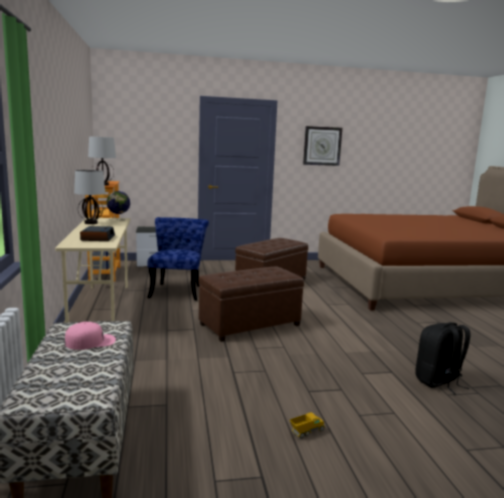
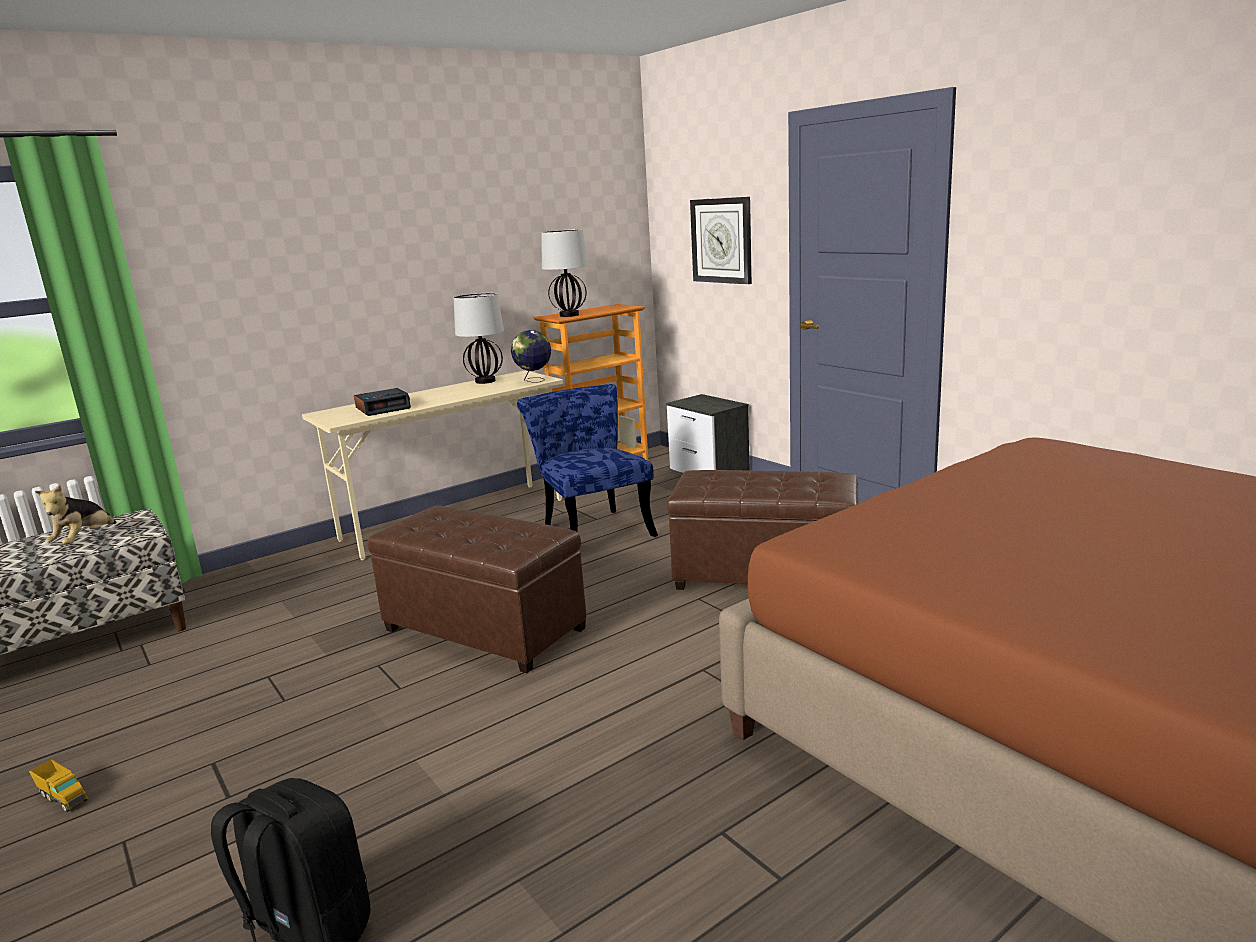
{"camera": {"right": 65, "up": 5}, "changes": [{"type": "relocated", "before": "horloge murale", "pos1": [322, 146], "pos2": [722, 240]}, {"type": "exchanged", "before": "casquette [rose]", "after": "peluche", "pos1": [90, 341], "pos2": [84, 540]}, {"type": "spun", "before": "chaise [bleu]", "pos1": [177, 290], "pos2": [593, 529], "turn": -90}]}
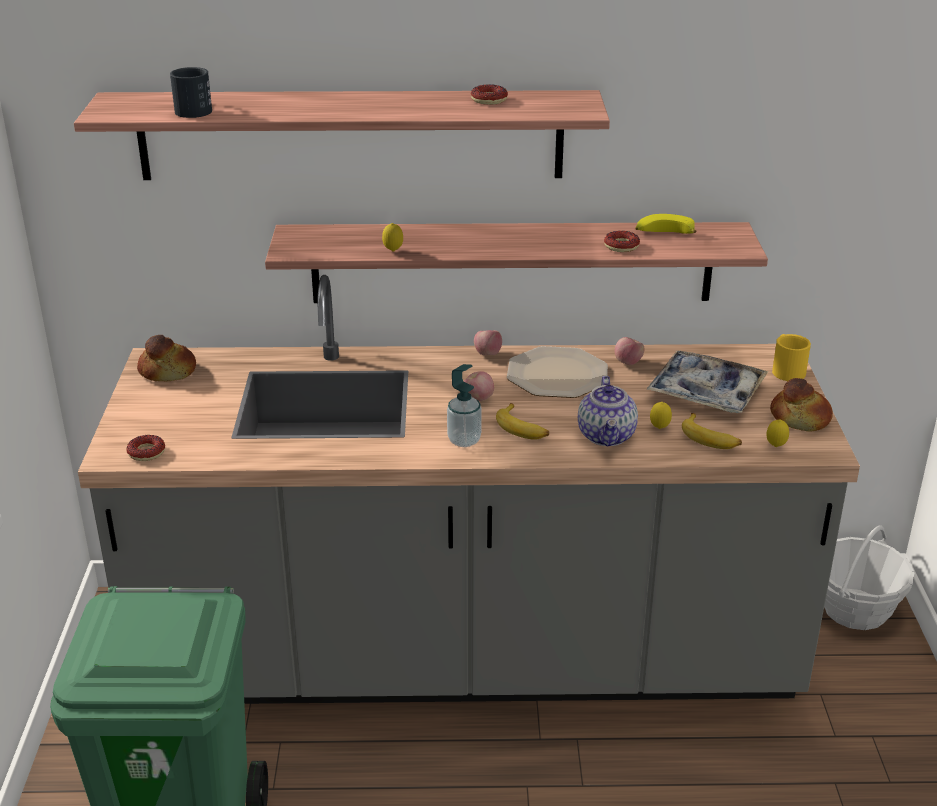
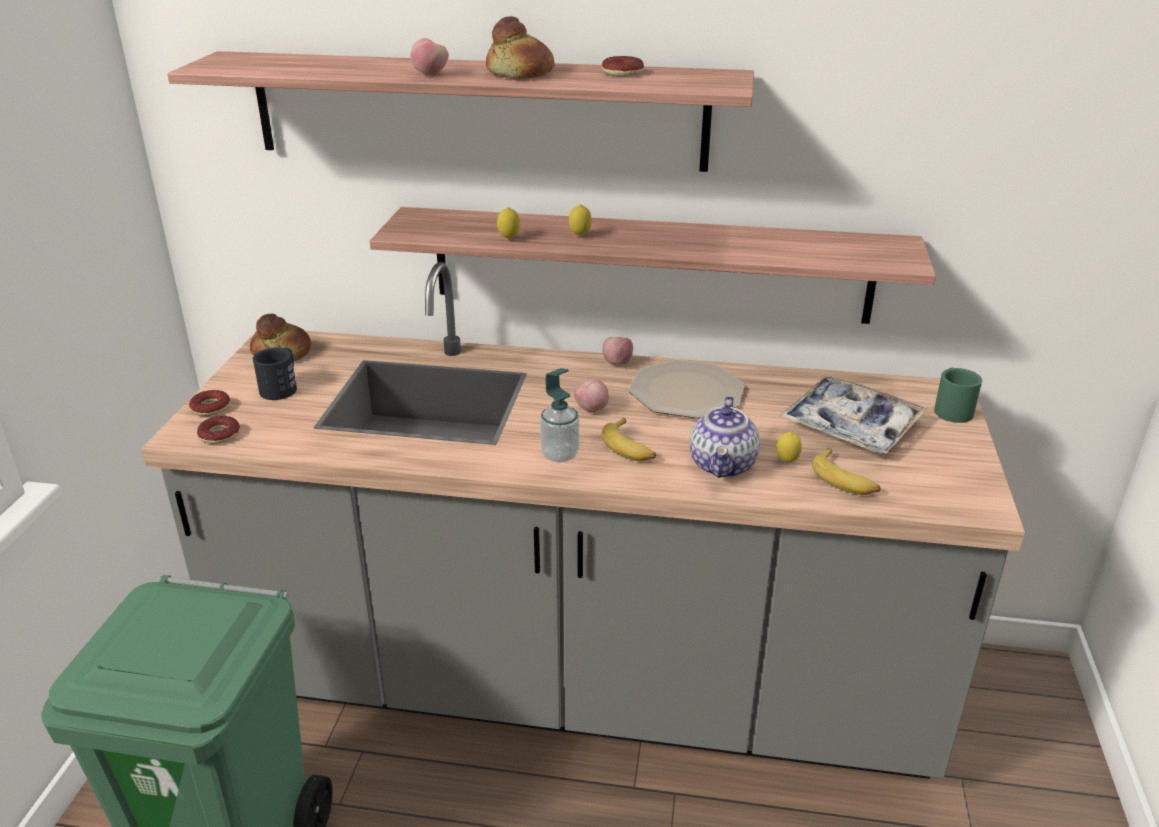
{"camera": {"right": 10, "up": 0}, "changes": [{"type": "missing", "before": "banane", "pos1": [663, 234]}, {"type": "missing", "before": "panier", "pos1": [855, 609]}, {"type": "relocated", "before": "mug [noir]", "pos1": [195, 109], "pos2": [282, 386]}, {"type": "relocated", "before": "beignet", "pos1": [621, 246], "pos2": [211, 408]}, {"type": "relocated", "before": "pomme", "pos1": [628, 363], "pos2": [430, 75]}, {"type": "relocated", "before": "citron", "pos1": [775, 446], "pos2": [580, 236]}, {"type": "relocated", "before": "pain", "pos1": [800, 418], "pos2": [520, 73]}, {"type": "colour", "before": "mug [jaune]", "after": "mug [vert]", "pos1": [786, 369], "pos2": [951, 408]}]}
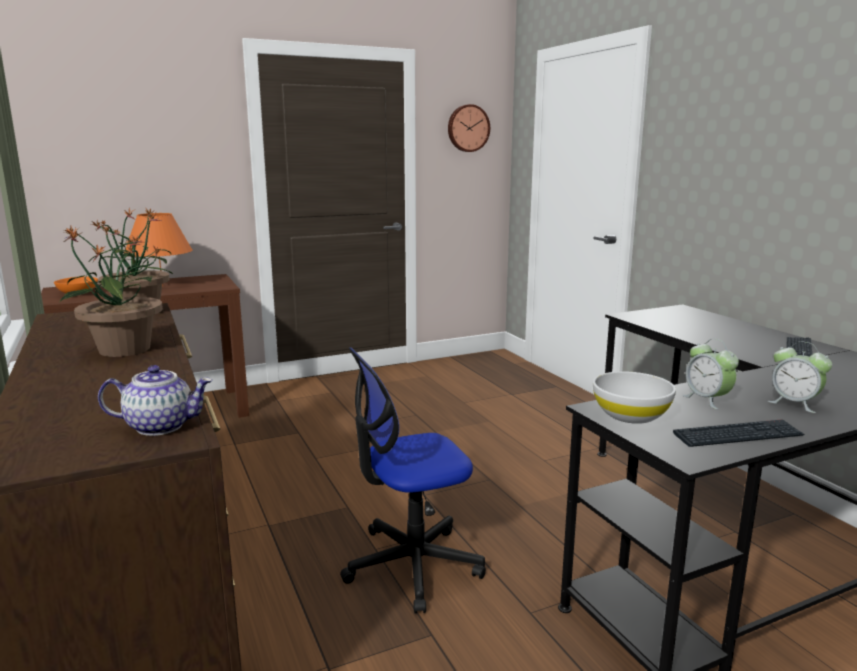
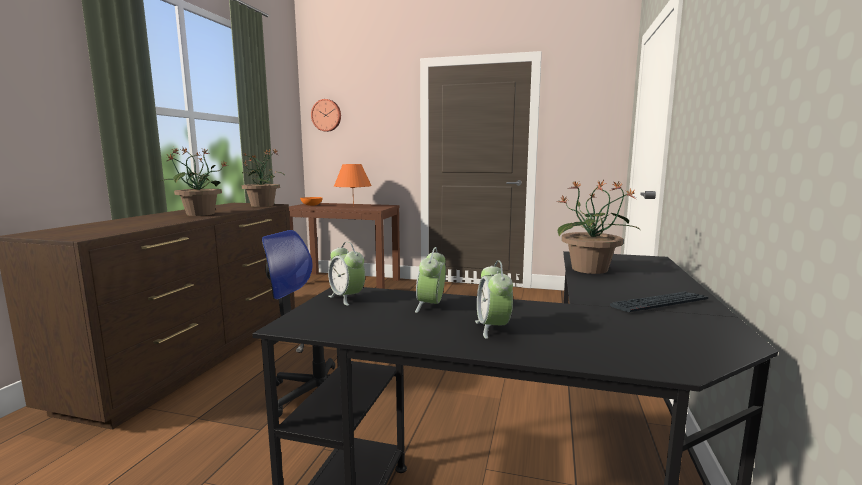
{"camera": {"right": 40, "up": -5}, "changes": [{"type": "missing", "before": "théière", "pos1": [161, 426]}, {"type": "missing", "before": "clavier", "pos1": [738, 435]}, {"type": "appeared", "after": "plante en pot", "pos2": [591, 269]}, {"type": "relocated", "before": "horloge murale", "pos1": [467, 128], "pos2": [326, 115]}, {"type": "exchanged", "before": "bol [blanc]", "after": "réveil", "pos1": [630, 415], "pos2": [347, 298]}]}
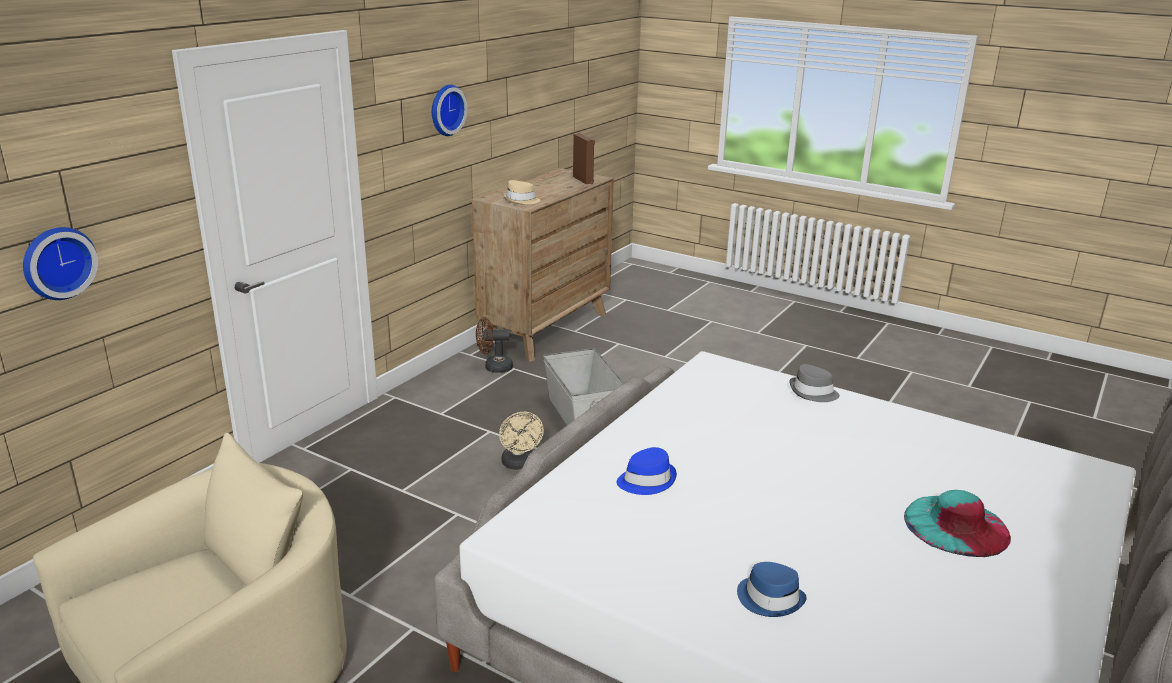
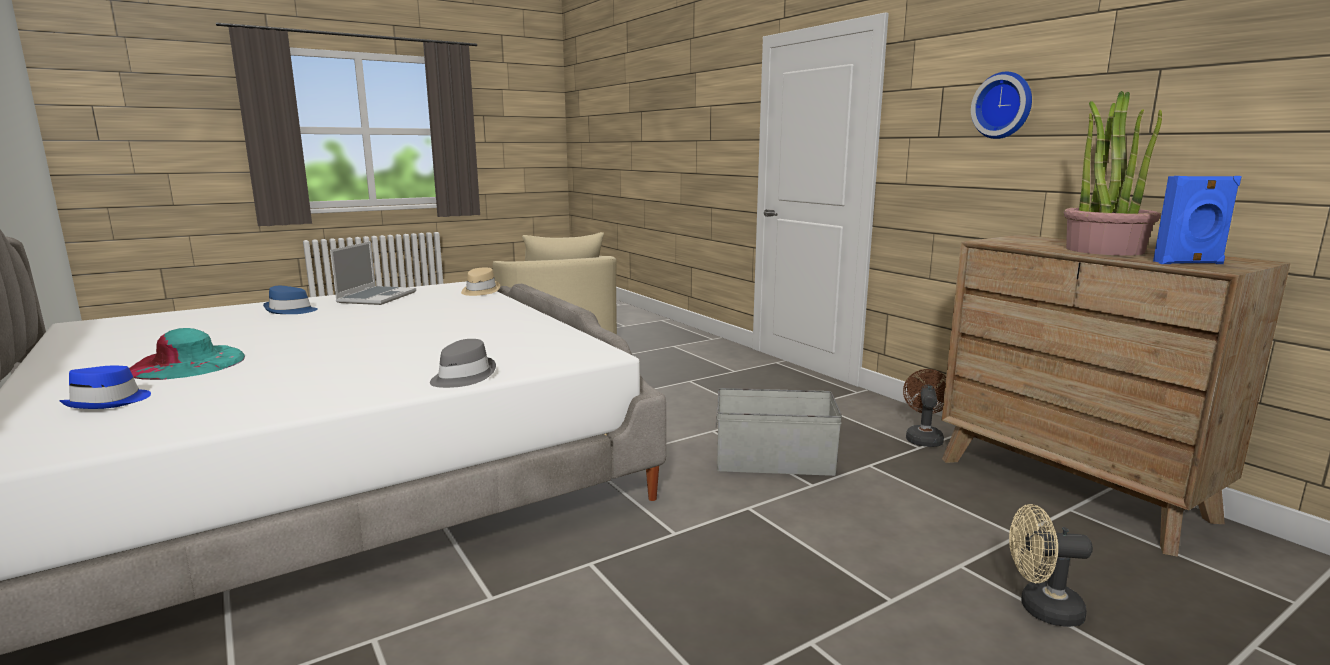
{"camera": {"right": 115, "up": -10}, "changes": [{"type": "missing", "before": "horloge murale", "pos1": [57, 262]}, {"type": "appeared", "after": "ordinateur portable", "pos2": [376, 297]}, {"type": "appeared", "after": "plante en pot", "pos2": [1104, 250]}, {"type": "relocated", "before": "ventilateur [beige]", "pos1": [519, 464], "pos2": [1041, 609]}, {"type": "relocated", "before": "chapeau [beige]", "pos1": [521, 200], "pos2": [479, 291]}, {"type": "relocated", "before": "chapeau [bleu]", "pos1": [646, 480], "pos2": [109, 402]}, {"type": "colour", "before": "enceinte [marron]", "after": "enceinte [bleu]", "pos1": [583, 180], "pos2": [1189, 263]}]}
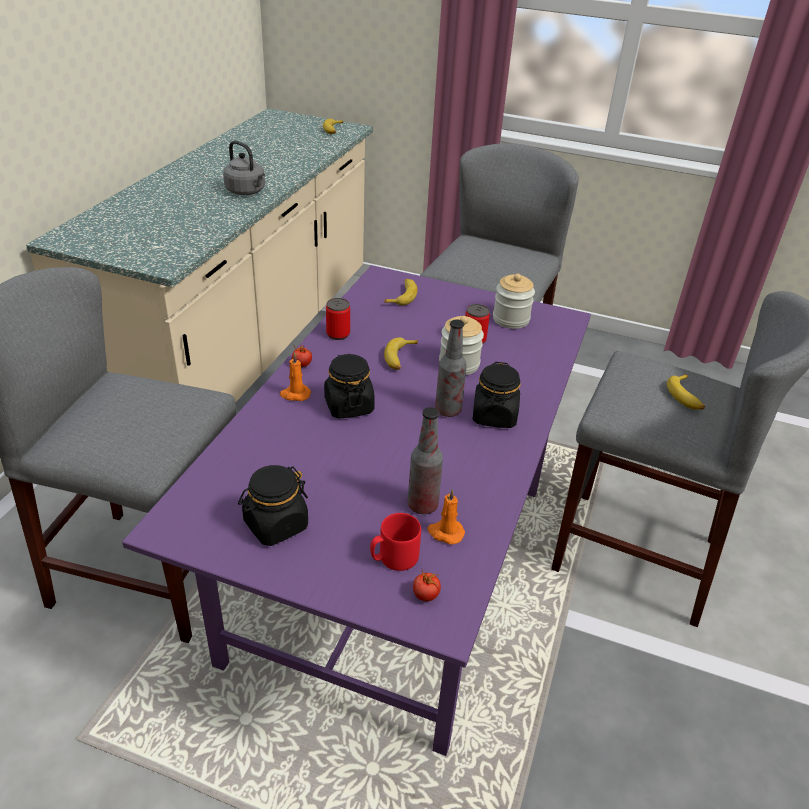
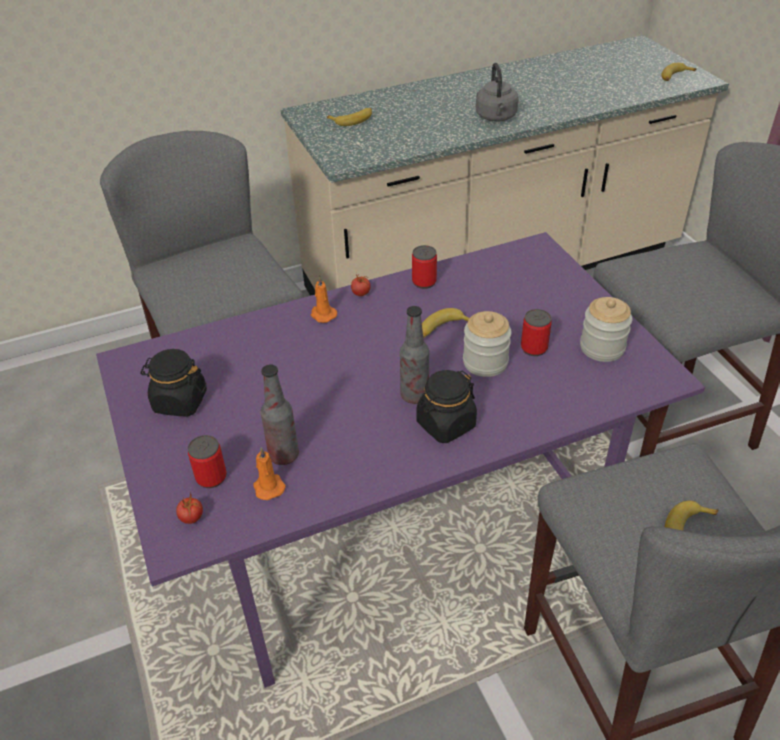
{"camera": {"right": 50, "up": 5}, "changes": [{"type": "missing", "before": "bocal [noir]", "pos1": [348, 406]}, {"type": "relocated", "before": "banane", "pos1": [402, 296], "pos2": [352, 120]}, {"type": "exchanged", "before": "mug [rouge]", "after": "boîte métallique", "pos1": [394, 558], "pos2": [211, 477]}]}
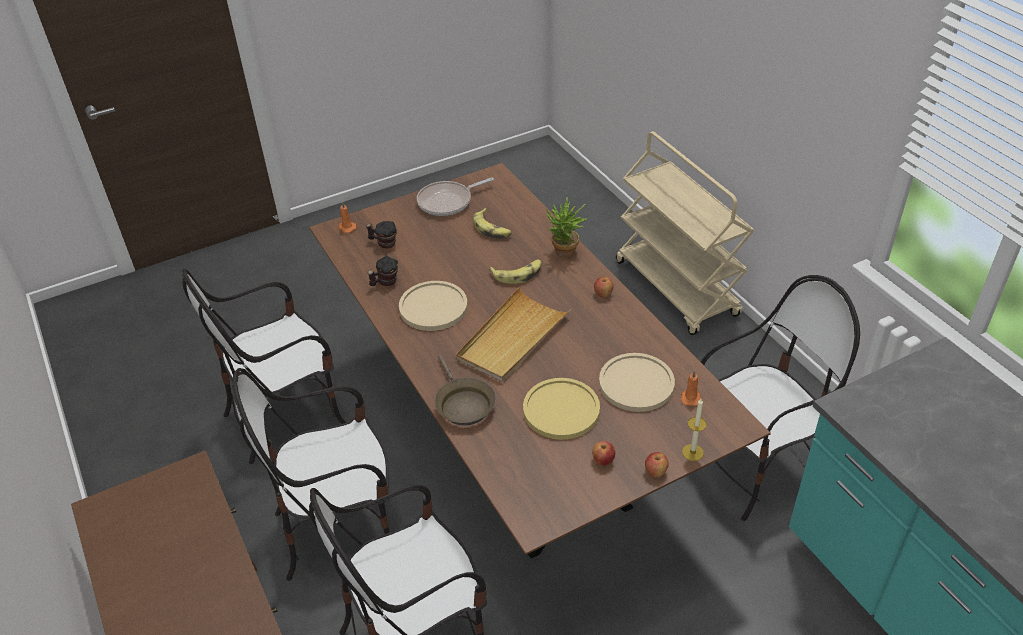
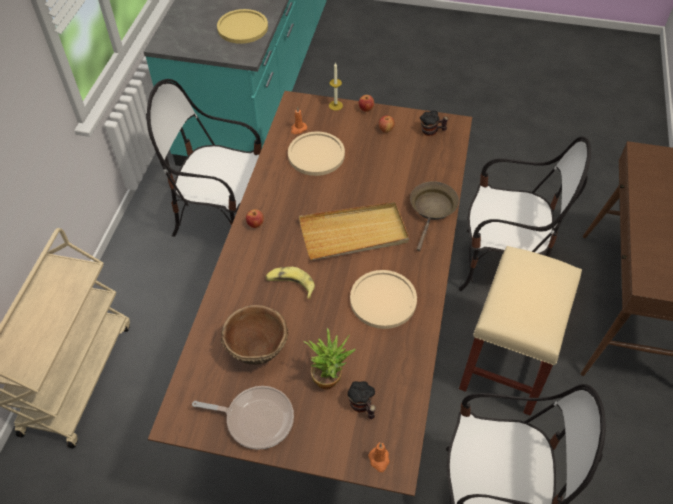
{"camera": {"right": -140, "up": 10}, "changes": [{"type": "relocated", "before": "mug", "pos1": [385, 282], "pos2": [432, 131]}, {"type": "relocated", "before": "assiette [jaune]", "pos1": [561, 410], "pos2": [242, 27]}, {"type": "relocated", "before": "plante en pot", "pos1": [564, 254], "pos2": [330, 377]}, {"type": "exchanged", "before": "chaise", "after": "tabouret [beige]", "pos1": [339, 529], "pos2": [507, 363]}, {"type": "exchanged", "before": "banane", "after": "bol [marron]", "pos1": [492, 229], "pos2": [257, 349]}]}
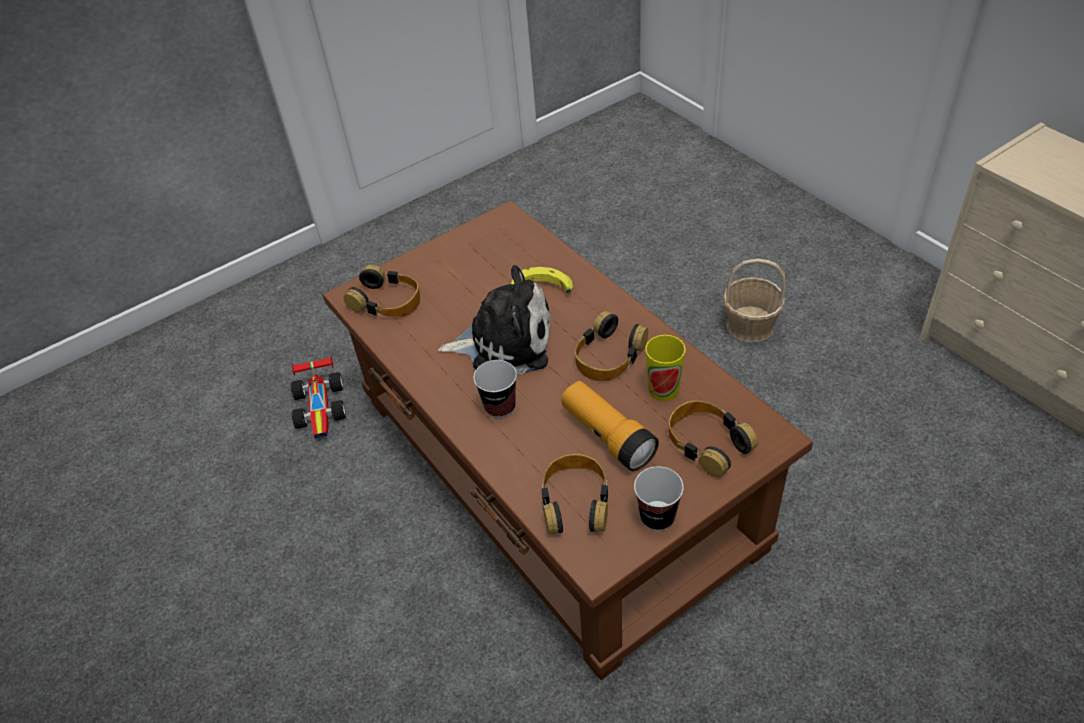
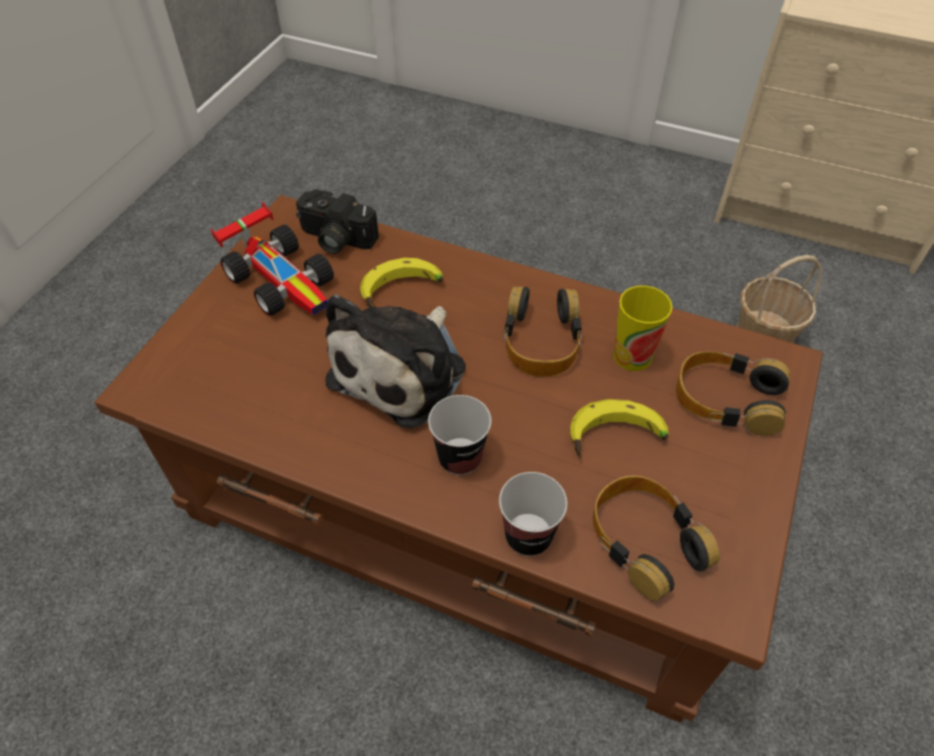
{"camera": {"right": -35, "up": 5}, "changes": [{"type": "missing", "before": "casque audio", "pos1": [387, 301]}, {"type": "appeared", "after": "appareil photo", "pos2": [335, 239]}, {"type": "relocated", "before": "petite voiture", "pos1": [322, 406], "pos2": [282, 278]}, {"type": "relocated", "before": "tasse", "pos1": [657, 517], "pos2": [528, 536]}, {"type": "relocated", "before": "panier", "pos1": [750, 325], "pos2": [763, 334]}, {"type": "exchanged", "before": "lampe de poche", "after": "banane", "pos1": [607, 436], "pos2": [616, 439]}, {"type": "spun", "before": "peluche", "pos1": [505, 341], "pos2": [403, 370], "turn": 150}]}
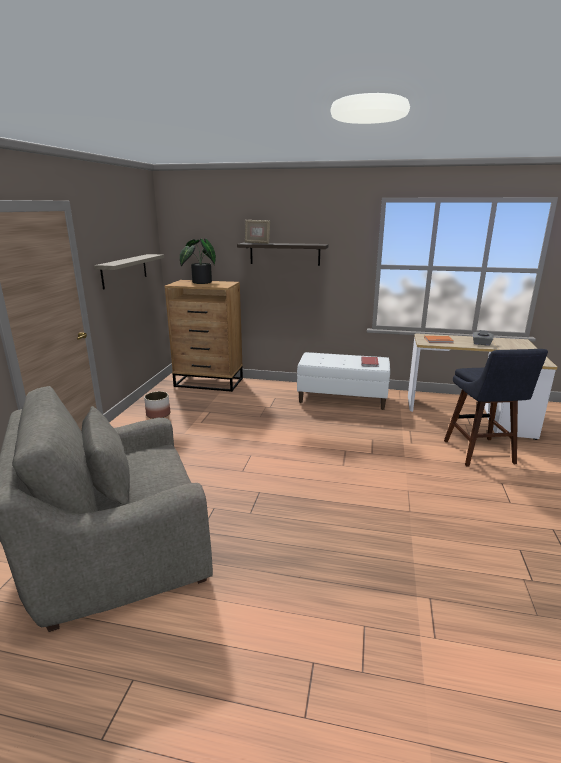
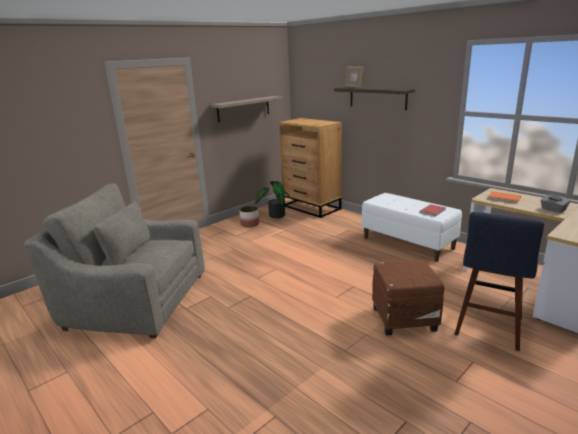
{"camera": {"right": 35, "up": 0}, "changes": [{"type": "appeared", "after": "pouf [marron]", "pos2": [404, 318]}, {"type": "relocated", "before": "plante en pot", "pos1": [199, 282], "pos2": [275, 215]}]}
